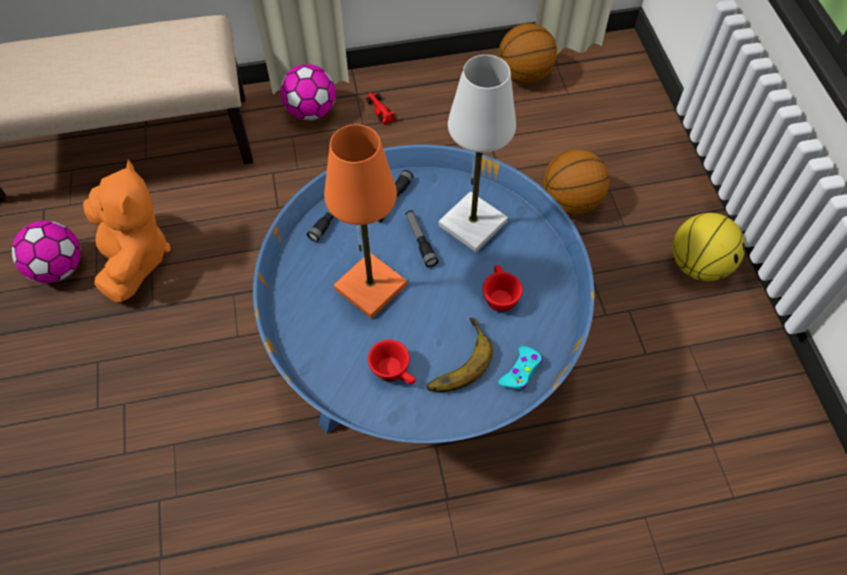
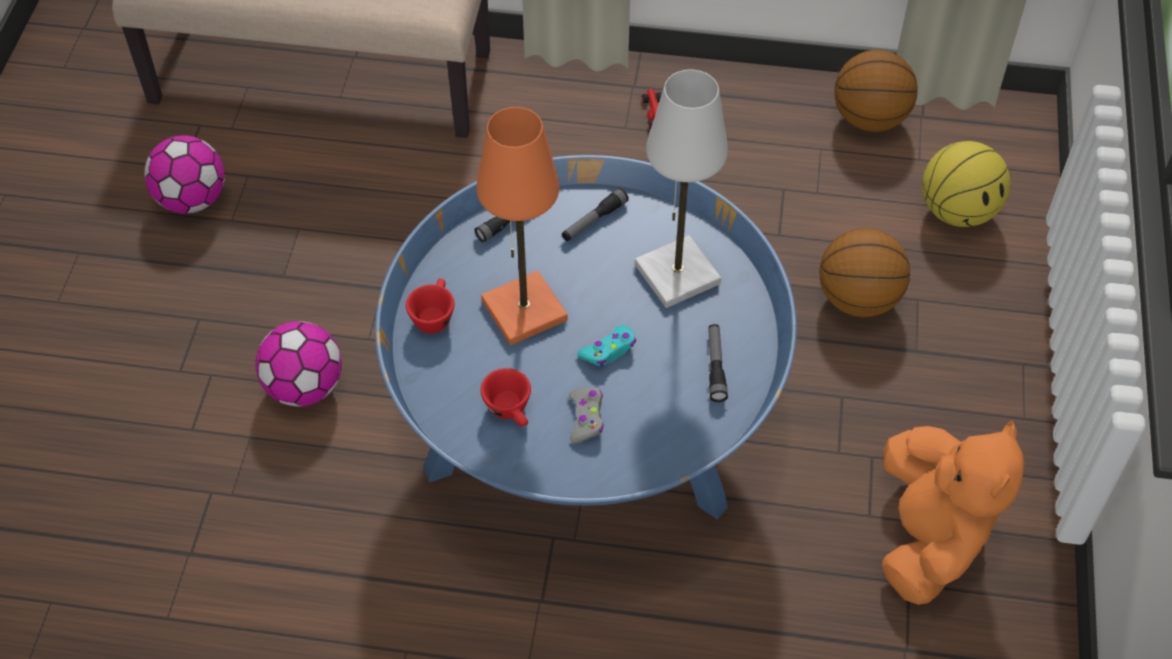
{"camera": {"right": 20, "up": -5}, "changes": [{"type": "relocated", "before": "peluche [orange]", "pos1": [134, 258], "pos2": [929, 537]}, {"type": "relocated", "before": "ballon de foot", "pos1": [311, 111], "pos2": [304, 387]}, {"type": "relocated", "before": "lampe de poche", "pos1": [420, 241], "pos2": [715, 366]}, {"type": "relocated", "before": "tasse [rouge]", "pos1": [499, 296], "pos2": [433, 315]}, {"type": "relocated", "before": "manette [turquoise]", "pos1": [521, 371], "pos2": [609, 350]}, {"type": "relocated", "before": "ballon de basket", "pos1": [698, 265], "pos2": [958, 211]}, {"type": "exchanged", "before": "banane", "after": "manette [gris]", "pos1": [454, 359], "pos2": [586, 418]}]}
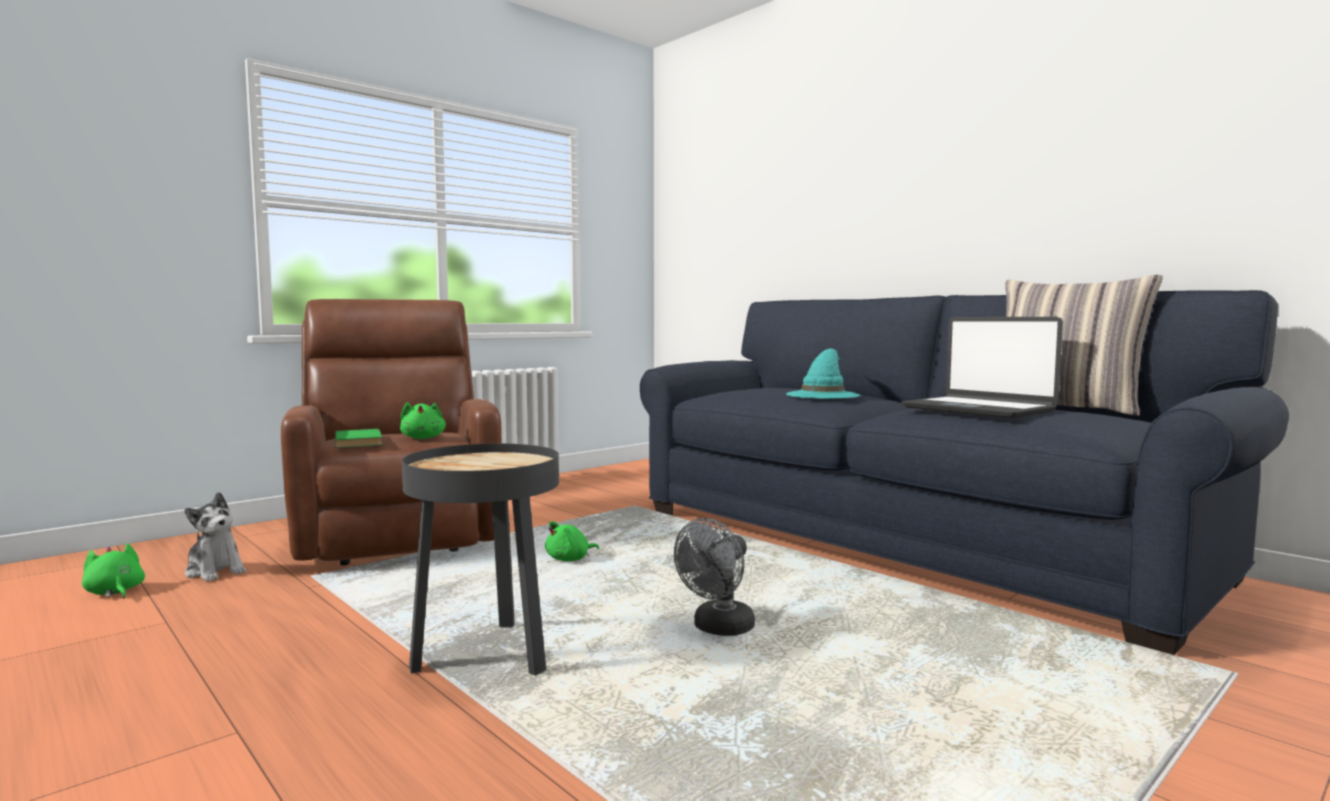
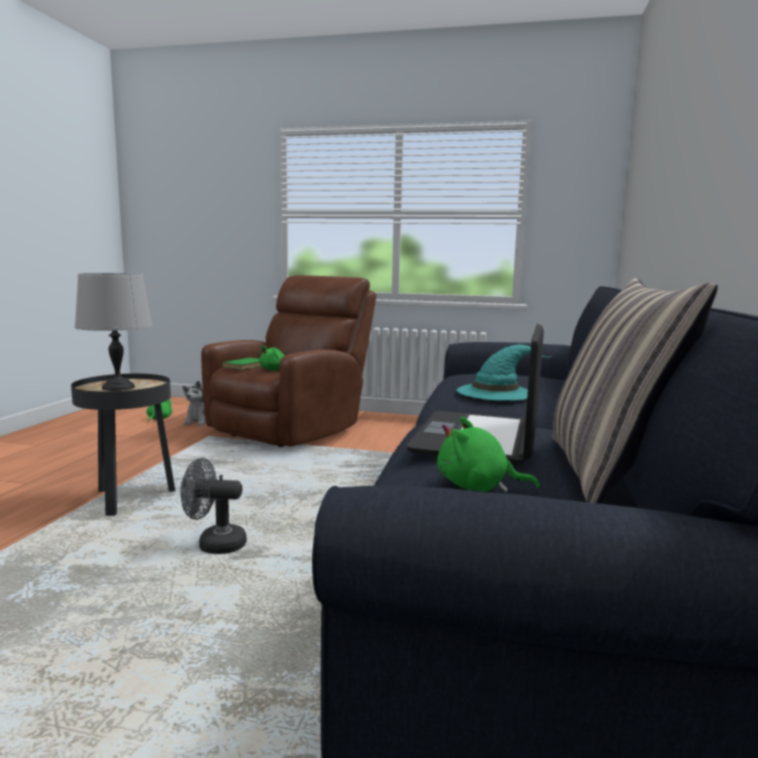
{"camera": {"right": 55, "up": 5}, "changes": [{"type": "appeared", "after": "lampe de table [gris]", "pos2": [118, 387]}, {"type": "relocated", "before": "peluche [vert]", "pos1": [570, 559], "pos2": [477, 487]}]}
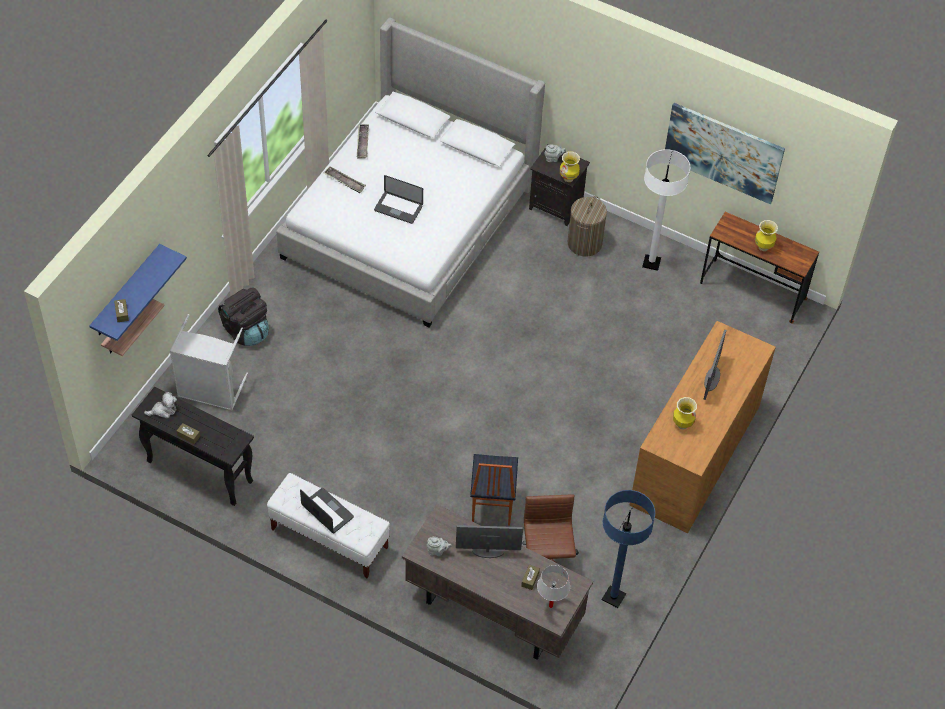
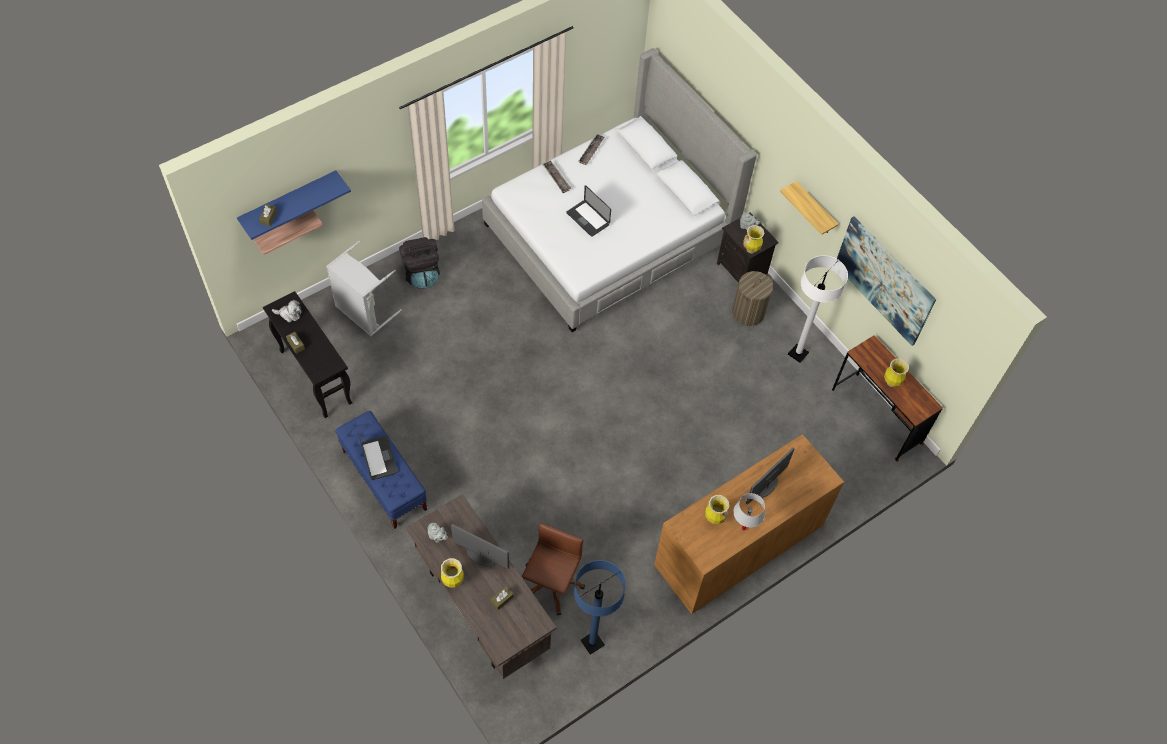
{"camera": {"right": 25, "up": 5}, "changes": [{"type": "missing", "before": "chaise", "pos1": [491, 505]}, {"type": "appeared", "after": "vase", "pos2": [452, 581]}, {"type": "appeared", "after": "étagère", "pos2": [815, 209]}, {"type": "relocated", "before": "lampe de table [blanc]", "pos1": [550, 606], "pos2": [743, 528]}, {"type": "colour", "before": "banc [blanc]", "after": "banc [bleu]", "pos1": [329, 538], "pos2": [384, 480]}]}
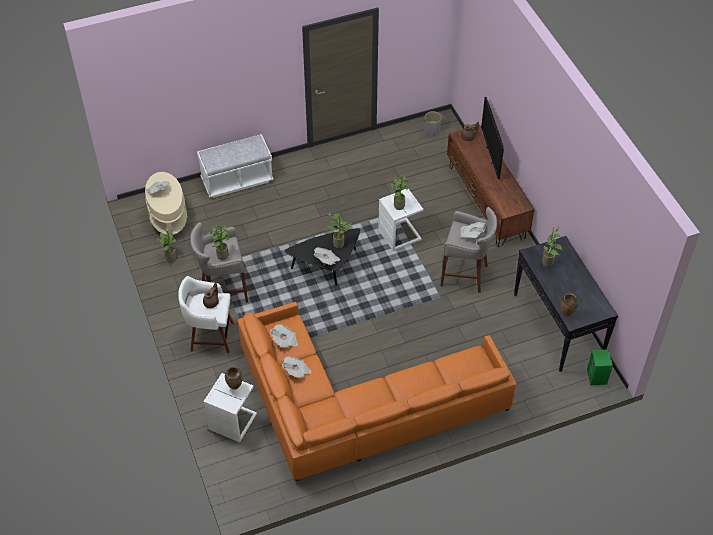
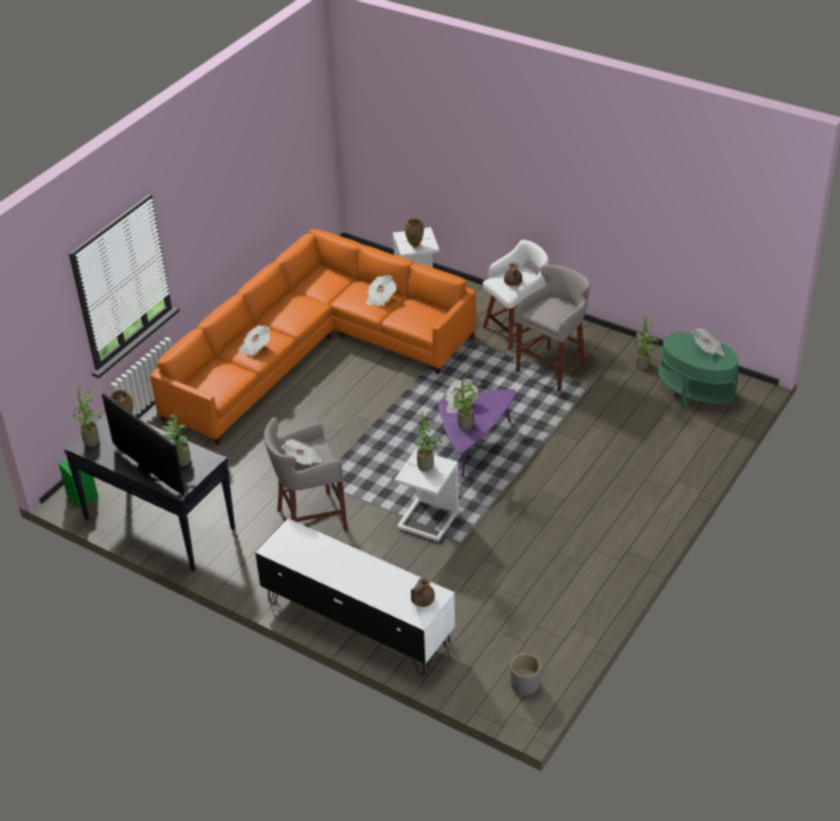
{"camera": {"right": 145, "up": -10}, "changes": [{"type": "missing", "before": "banc [blanc]", "pos1": [237, 181]}, {"type": "relocated", "before": "plante en pot", "pos1": [222, 254], "pos2": [93, 442]}, {"type": "relocated", "before": "journal", "pos1": [285, 341], "pos2": [255, 347]}, {"type": "relocated", "before": "téléviseur", "pos1": [491, 155], "pos2": [147, 473]}, {"type": "colour", "before": "table d'appoint [beige]", "after": "table d'appoint [vert]", "pos1": [168, 220], "pos2": [695, 395]}, {"type": "colour", "before": "table basse [noir]", "after": "table basse [violet]", "pos1": [327, 267], "pos2": [473, 444]}, {"type": "colour", "before": "meuble télé [marron]", "after": "meuble télé [blanc]", "pos1": [486, 202], "pos2": [357, 621]}]}
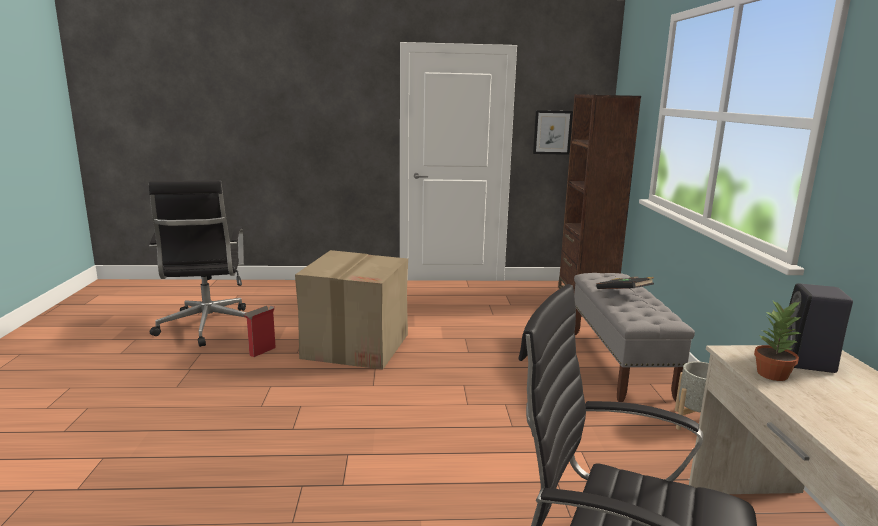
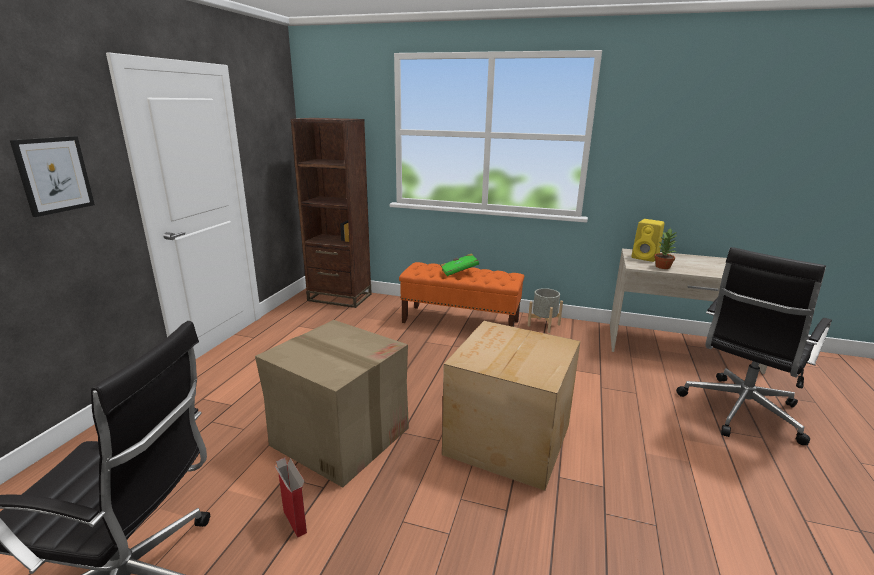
{"camera": {"right": -70, "up": 5}, "changes": [{"type": "appeared", "after": "carton", "pos2": [506, 440]}, {"type": "relocated", "before": "tableau", "pos1": [552, 132], "pos2": [54, 175]}, {"type": "colour", "before": "banc [gris]", "after": "banc [orange]", "pos1": [619, 363], "pos2": [461, 322]}, {"type": "colour", "before": "livre [noir]", "after": "livre [vert]", "pos1": [624, 293], "pos2": [459, 272]}, {"type": "colour", "before": "enceinte [noir]", "after": "enceinte [jaune]", "pos1": [807, 362], "pos2": [646, 257]}]}
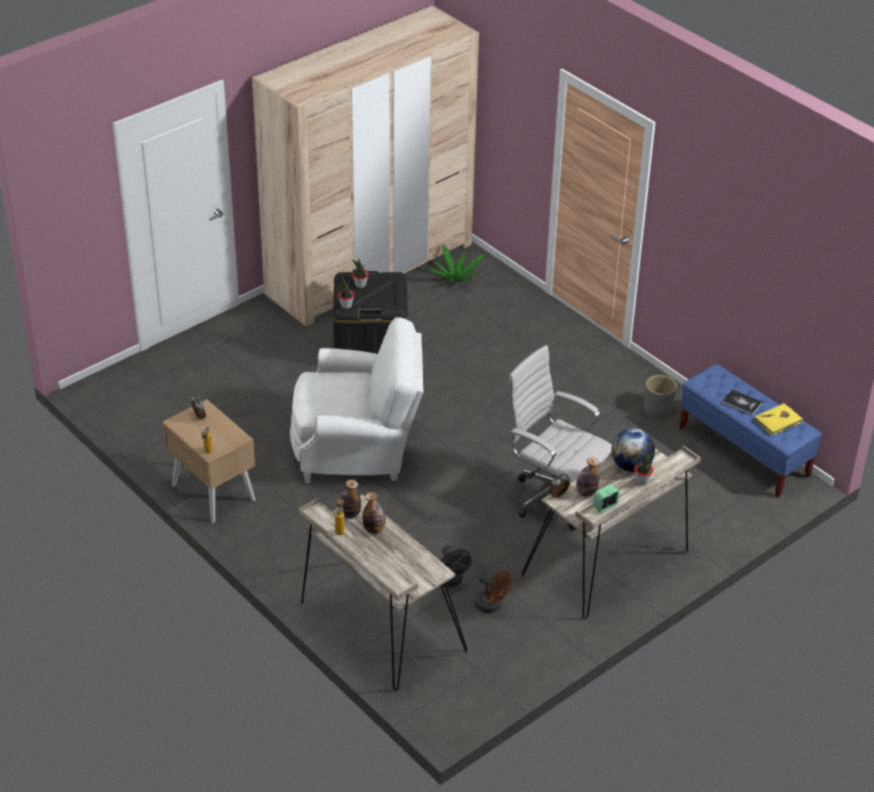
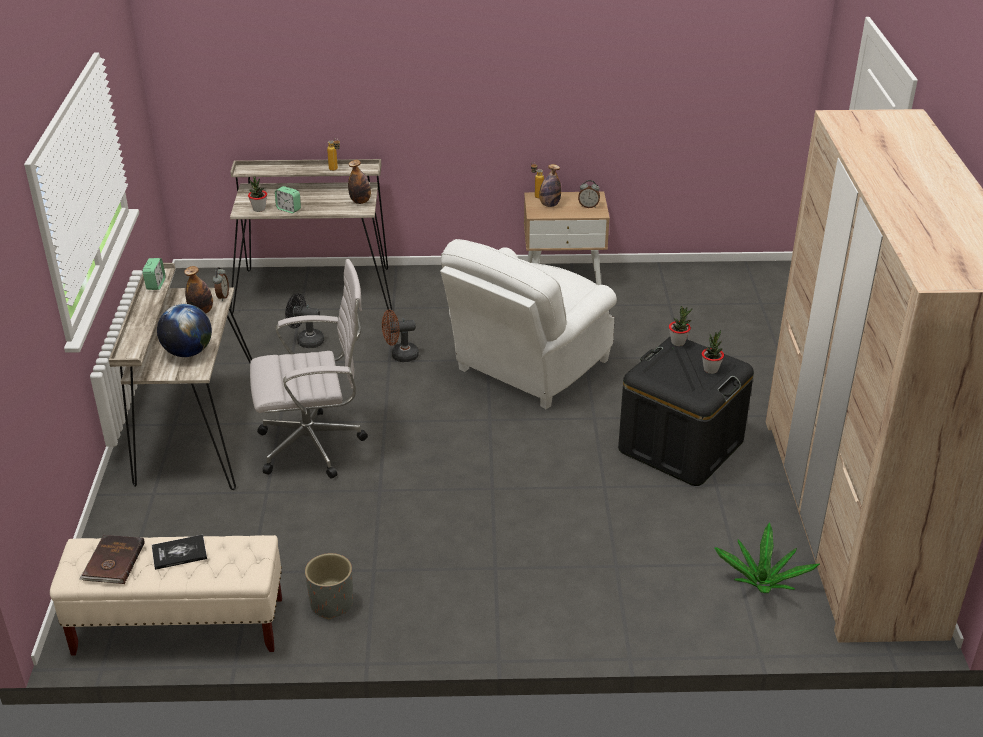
{"camera": {"right": 130, "up": -5}, "changes": [{"type": "appeared", "after": "réveil", "pos2": [288, 209]}, {"type": "relocated", "before": "bouteille", "pos1": [374, 529], "pos2": [549, 205]}, {"type": "relocated", "before": "ventilateur [marron]", "pos1": [491, 606], "pos2": [400, 355]}, {"type": "relocated", "before": "plante en pot", "pos1": [642, 481], "pos2": [259, 209]}, {"type": "colour", "before": "banc [bleu]", "after": "banc [beige]", "pos1": [744, 452], "pos2": [178, 627]}, {"type": "colour", "before": "livre [jaune]", "after": "livre [marron]", "pos1": [778, 421], "pos2": [113, 562]}]}
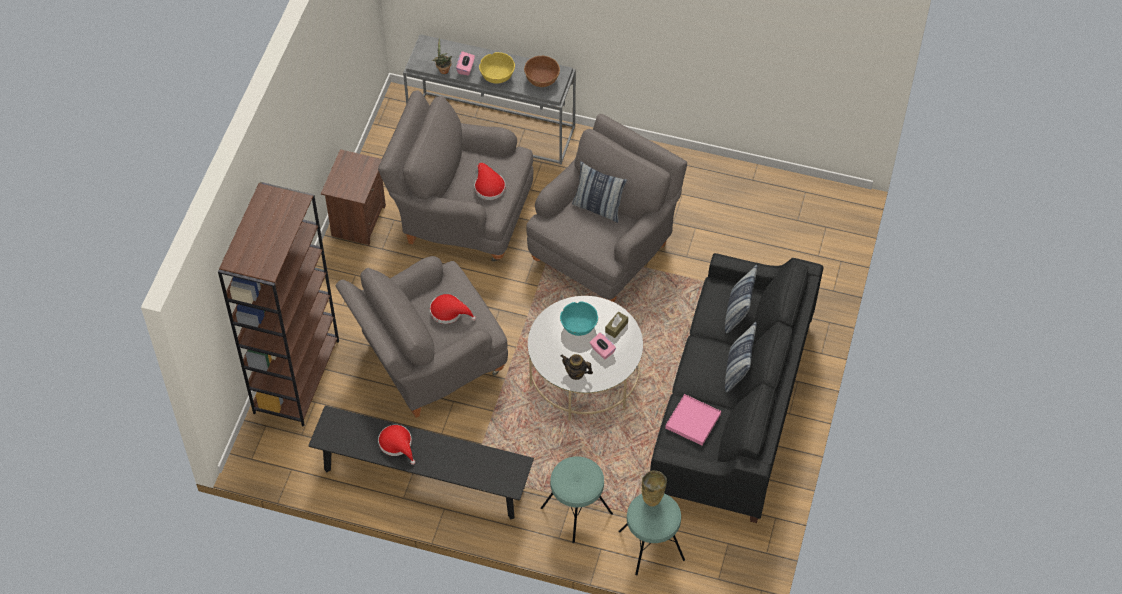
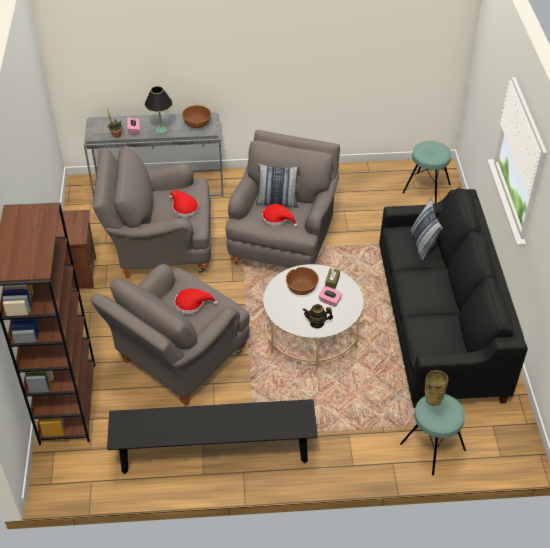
{"camera": {"right": -20, "up": -10}, "changes": [{"type": "missing", "before": "plateau [rose]", "pos1": [692, 421]}, {"type": "missing", "before": "coussin", "pos1": [738, 371]}, {"type": "relocated", "before": "chapeau [rouge]", "pos1": [397, 444], "pos2": [277, 218]}, {"type": "relocated", "before": "tabouret [turquoise]", "pos1": [576, 511], "pos2": [426, 188]}, {"type": "exchanged", "before": "bol [jaune]", "after": "lampe de table [noir]", "pos1": [497, 76], "pos2": [161, 129]}, {"type": "colour", "before": "bol [turquoise]", "after": "bol [marron]", "pos1": [578, 326], "pos2": [301, 288]}]}
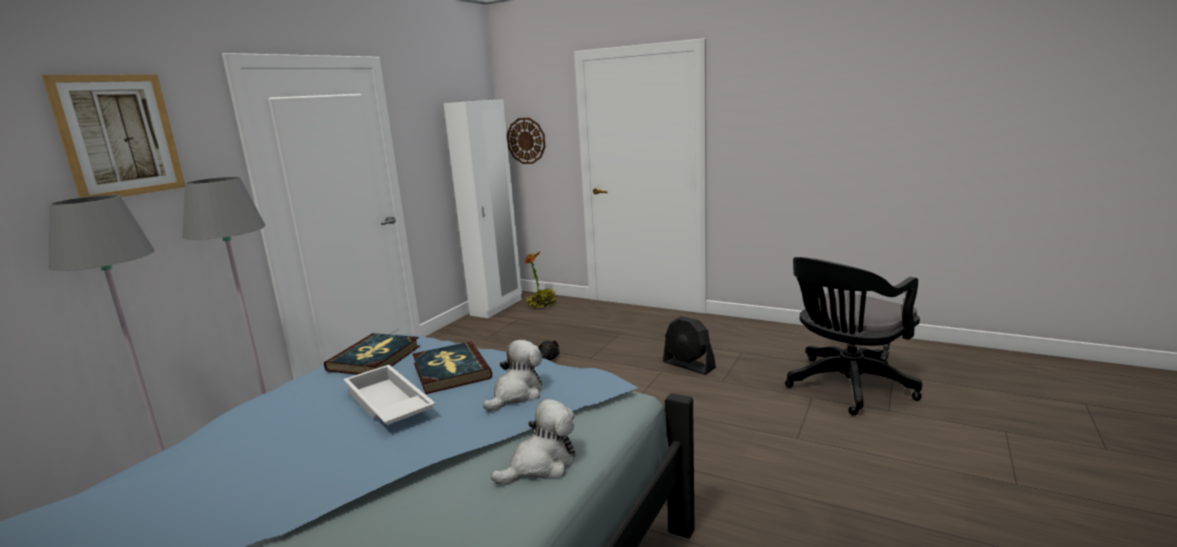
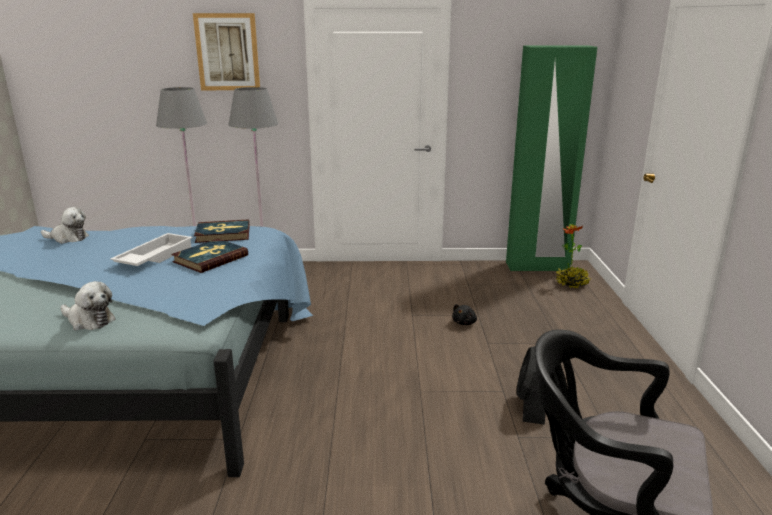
{"camera": {"right": 60, "up": 5}, "changes": [{"type": "missing", "before": "horloge murale", "pos1": [526, 140]}, {"type": "relocated", "before": "peluche", "pos1": [517, 394], "pos2": [68, 238]}, {"type": "colour", "before": "armoire [blanc]", "after": "armoire [vert]", "pos1": [497, 307], "pos2": [537, 266]}]}
